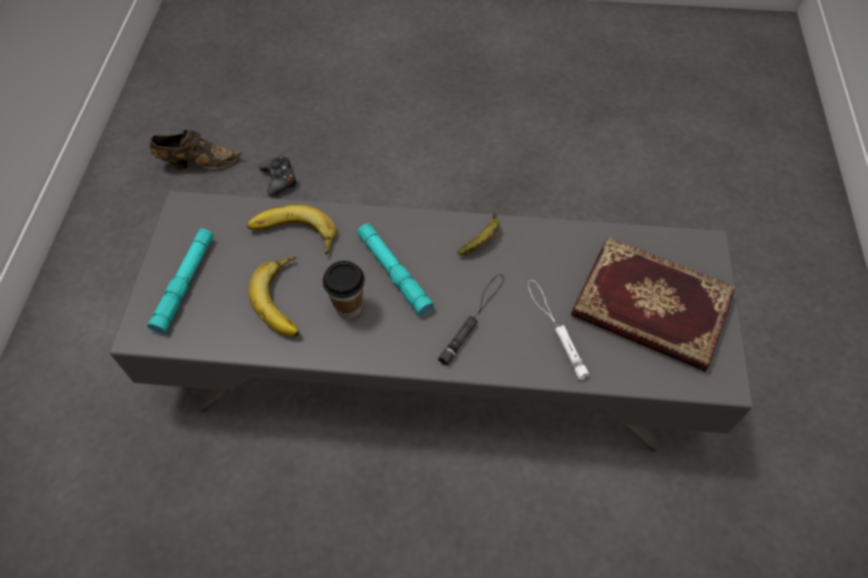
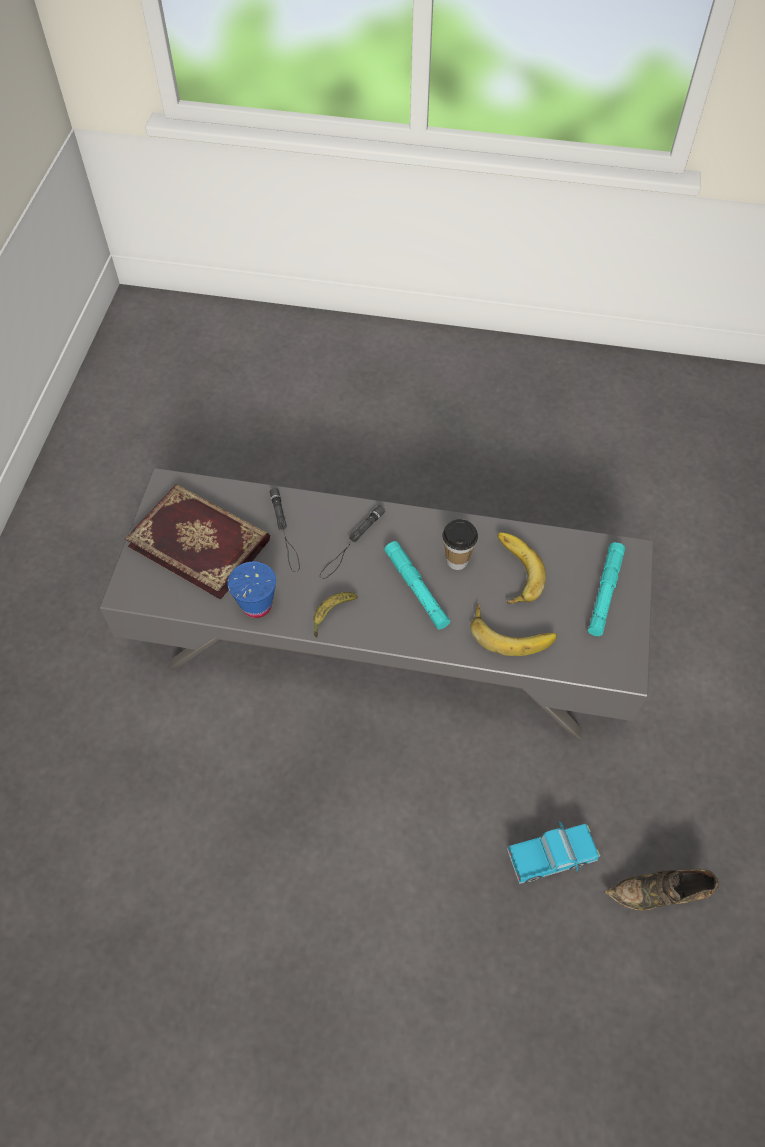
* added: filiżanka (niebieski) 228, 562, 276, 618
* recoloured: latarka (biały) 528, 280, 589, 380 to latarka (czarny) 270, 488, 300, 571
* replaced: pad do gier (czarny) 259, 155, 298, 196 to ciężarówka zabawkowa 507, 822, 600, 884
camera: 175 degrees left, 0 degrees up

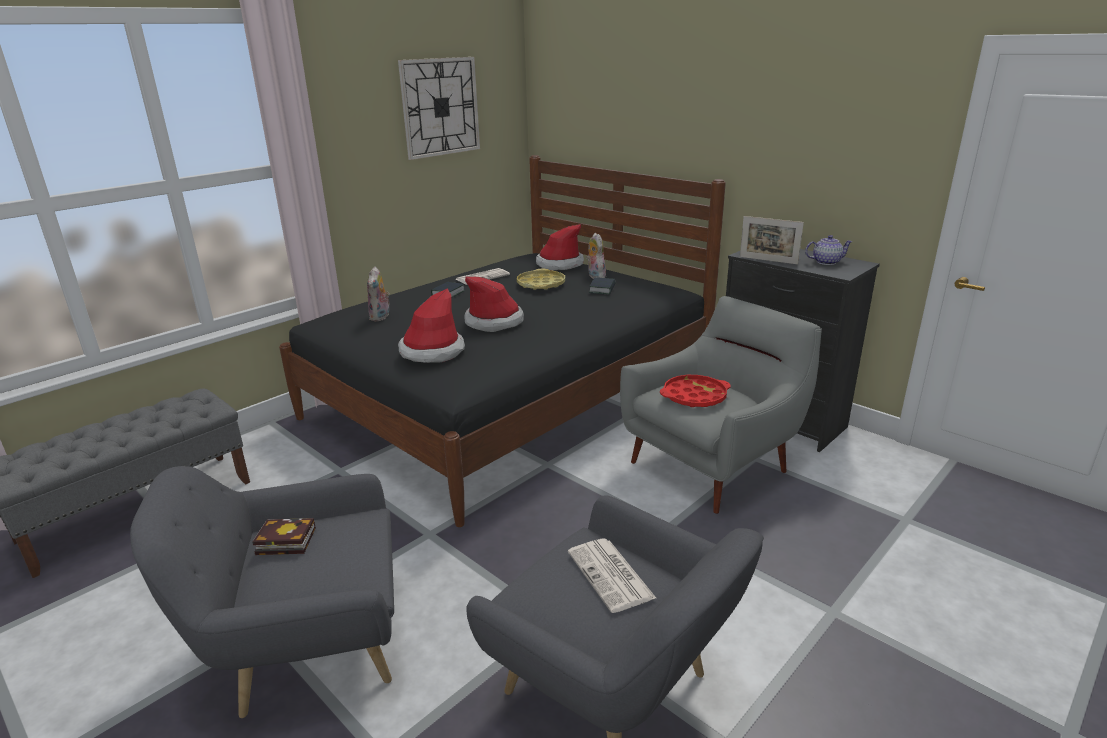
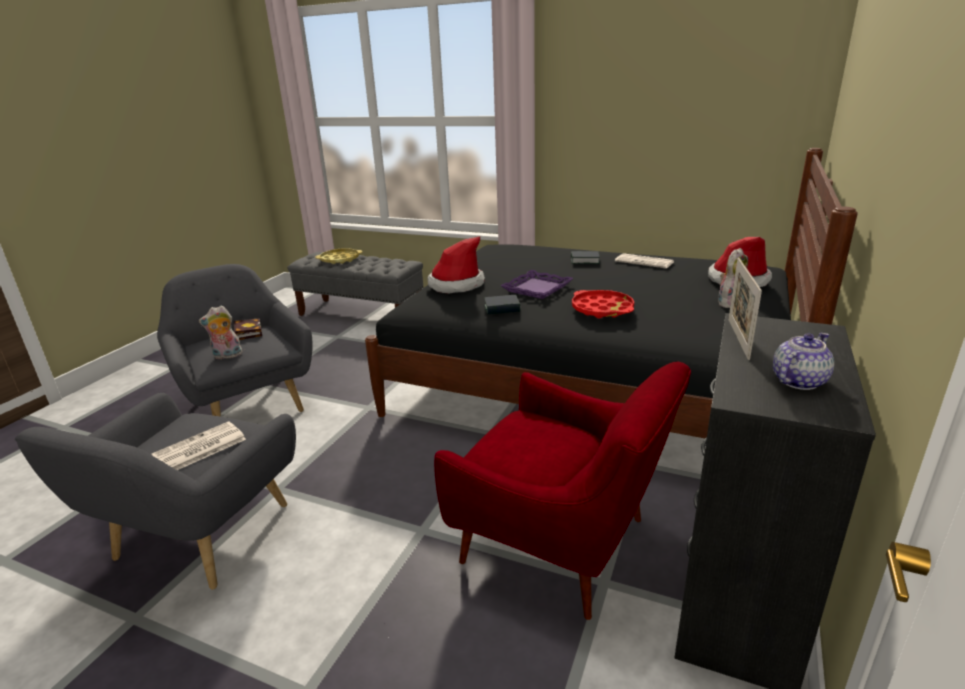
* moved: pluszak 367, 267, 391, 321 to 199, 306, 243, 360
* moved: taca (żółty) 517, 269, 565, 290 to 315, 248, 362, 264
* recoloured: fotel (szary) 620, 296, 822, 514 to fotel (czerwony) 434, 362, 691, 620
* moved: książka 589, 277, 616, 295 to 484, 295, 520, 314
* replaced: kapelusz 464, 277, 524, 332 to taca (fioletowy) 500, 270, 573, 299
* moved: taca (czerwony) 660, 375, 730, 407 to 572, 290, 634, 318
* turned: imbryk 805, 235, 853, 265 = 773, 333, 834, 390 105 degrees counterclockwise
* removed: zegar ścienny 398, 57, 480, 160
camera: 70 degrees right, 0 degrees up

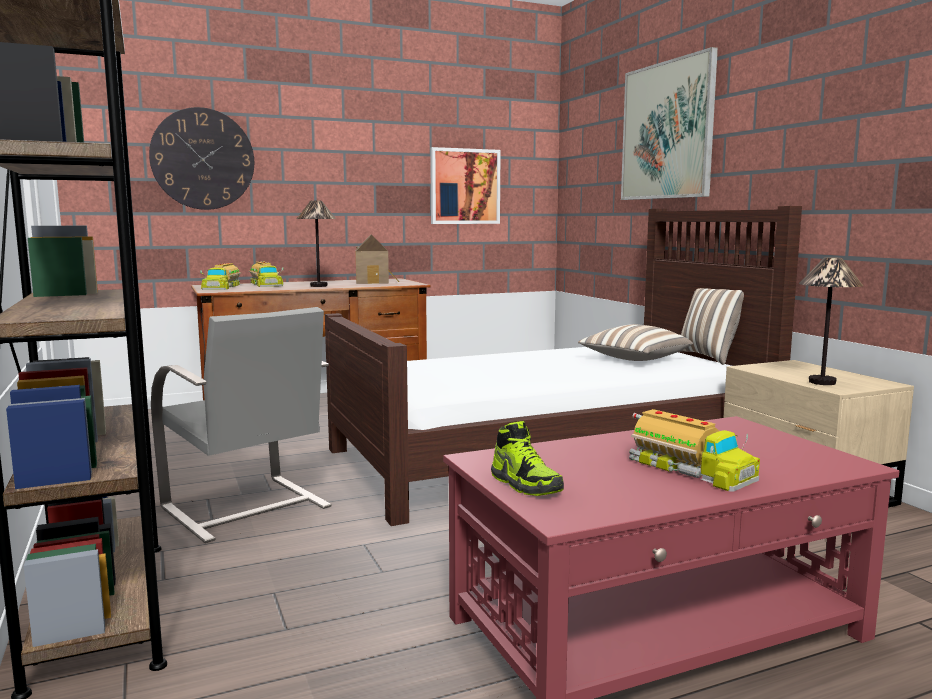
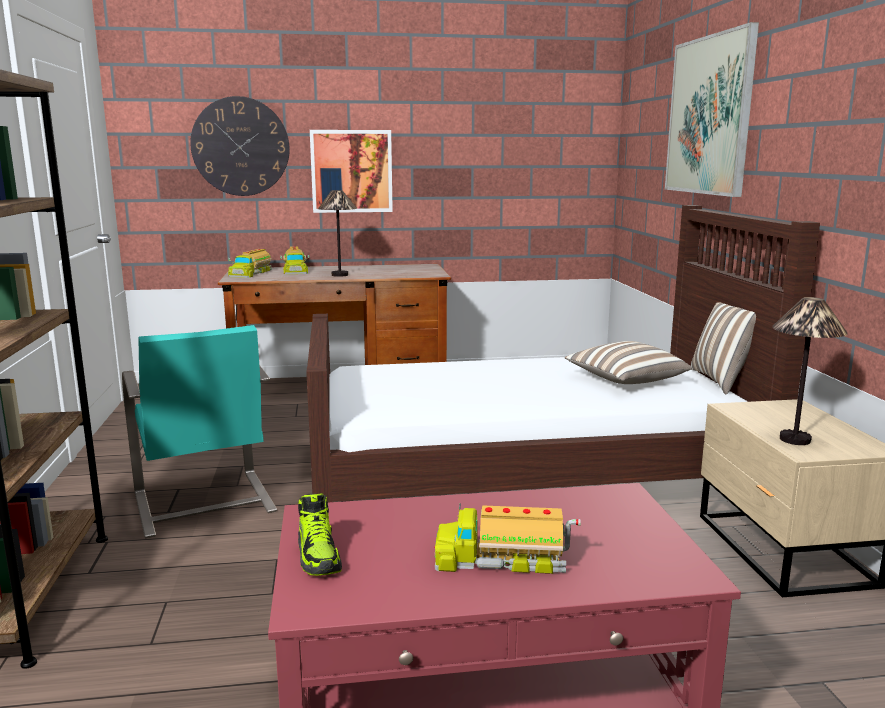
* recoloured: krzesło (szary) 151, 307, 332, 543 to krzesło (turkusowy) 122, 325, 277, 538
* moved: obraz 430, 147, 501, 224 to 310, 130, 393, 213
* turned: ciężarówka zabawkowa 629, 409, 760, 492 = 435, 503, 580, 574 120 degrees clockwise
* removed: domek 356, 234, 399, 284
camera: 15 degrees right, 5 degrees up

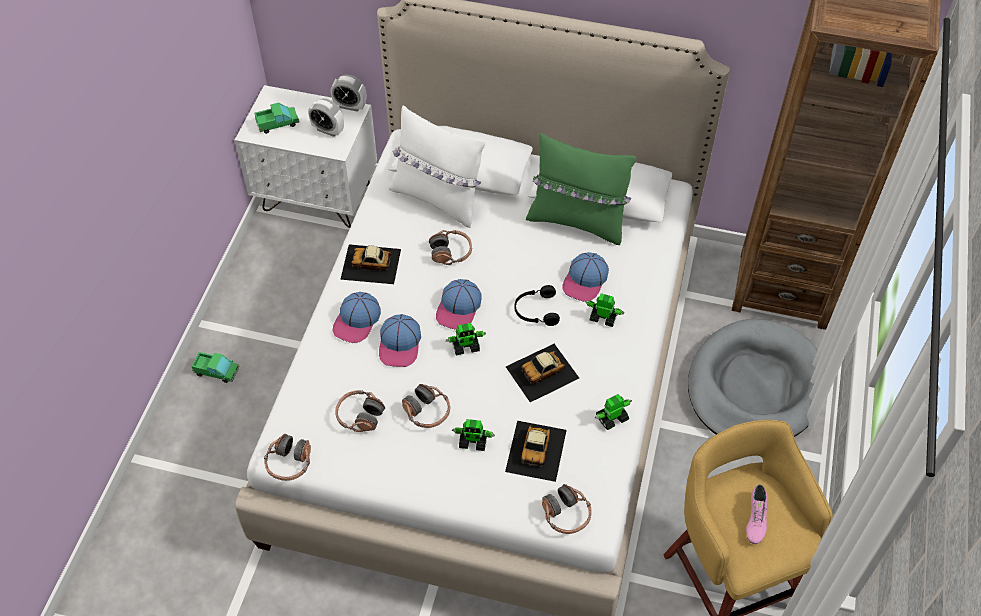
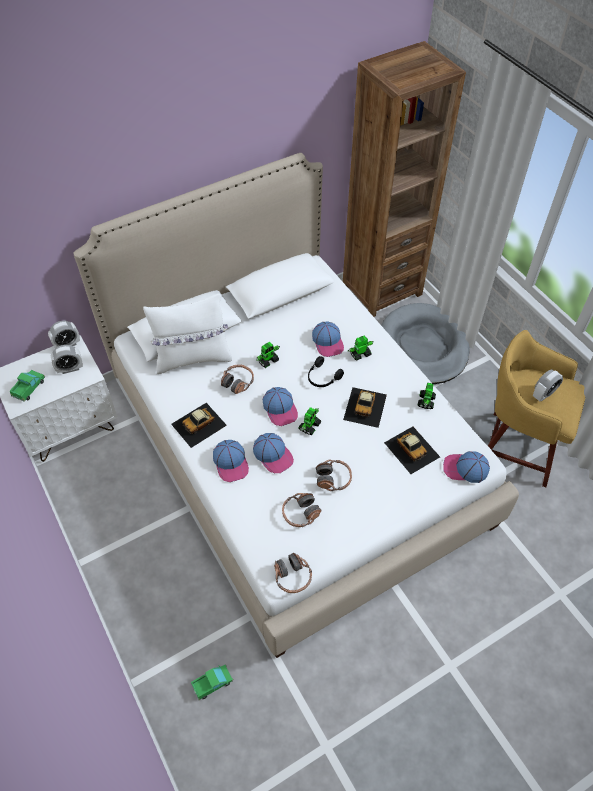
* moved: ciężarówka zabawkowa 191, 352, 240, 383 to 191, 664, 234, 700
* moved: robot zabawkowy 452, 419, 495, 451 to 256, 342, 280, 368
* replaced: słuchawki 542, 484, 592, 534 to czapka z daszkiem 443, 451, 490, 483
* replaced: but (różowy) 746, 484, 767, 544 to budzik 533, 369, 563, 402
* removed: poduszka (zielony) 526, 133, 636, 245
camera: 45 degrees left, 0 degrees up

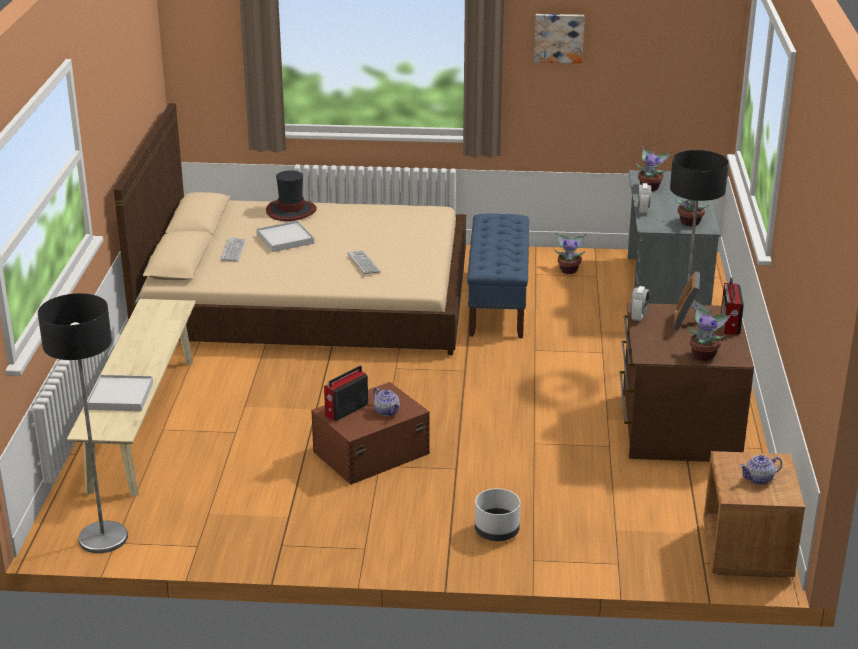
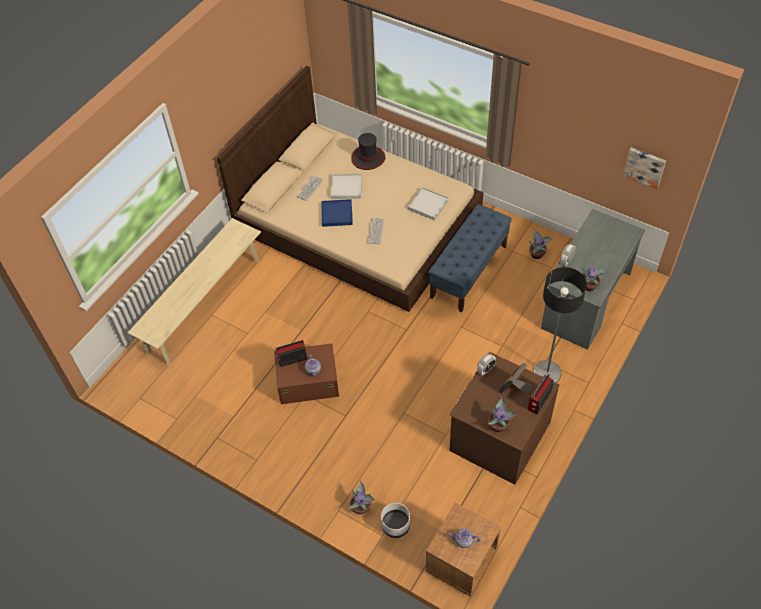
* added: taca (niebieski) 322, 199, 353, 227
* moved: roślina doniczkowa 636, 146, 672, 191 to 349, 481, 375, 514
* moved: donica (biały) 475, 488, 520, 541 to 381, 503, 410, 538
* moved: taca (biały) 87, 375, 153, 411 to 408, 187, 449, 221
* moved: obraz 534, 14, 584, 63 to 623, 148, 666, 189
* removed: lampa stojąca 38, 293, 128, 553
camera: 30 degrees right, 25 degrees up

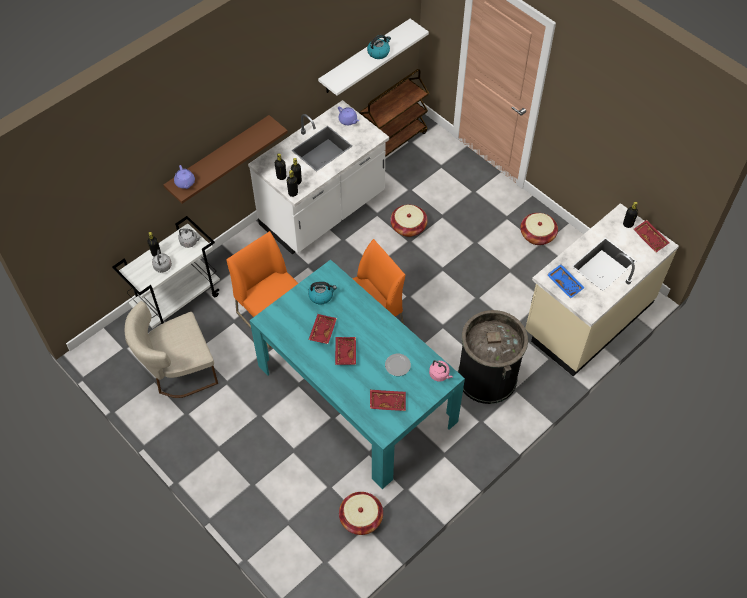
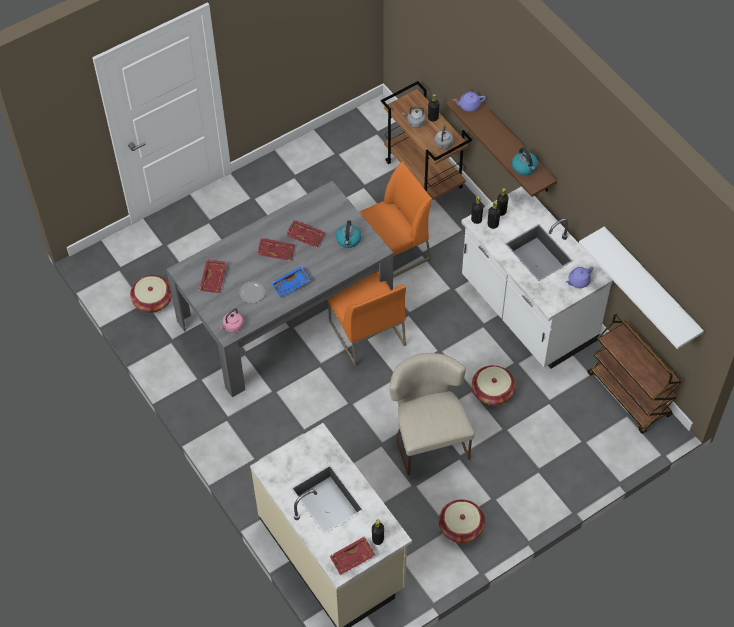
* recoloured: stół jadalny (turkusowy) 250, 259, 465, 489 to stół jadalny (szary) 166, 181, 393, 397
* moved: taca (niebieski) 547, 264, 585, 299 to 271, 266, 311, 297
* recoloured: wózek (biały) 112, 216, 220, 329 to wózek (brązowy) 381, 81, 472, 200
* moved: krzesło (beżowy) 125, 301, 218, 398 to 389, 353, 475, 475
* moved: czajnik 367, 35, 391, 59 to 512, 147, 538, 175
* removed: kosz na śmieci (czarny) 458, 310, 528, 404
camera: 100 degrees right, 0 degrees up

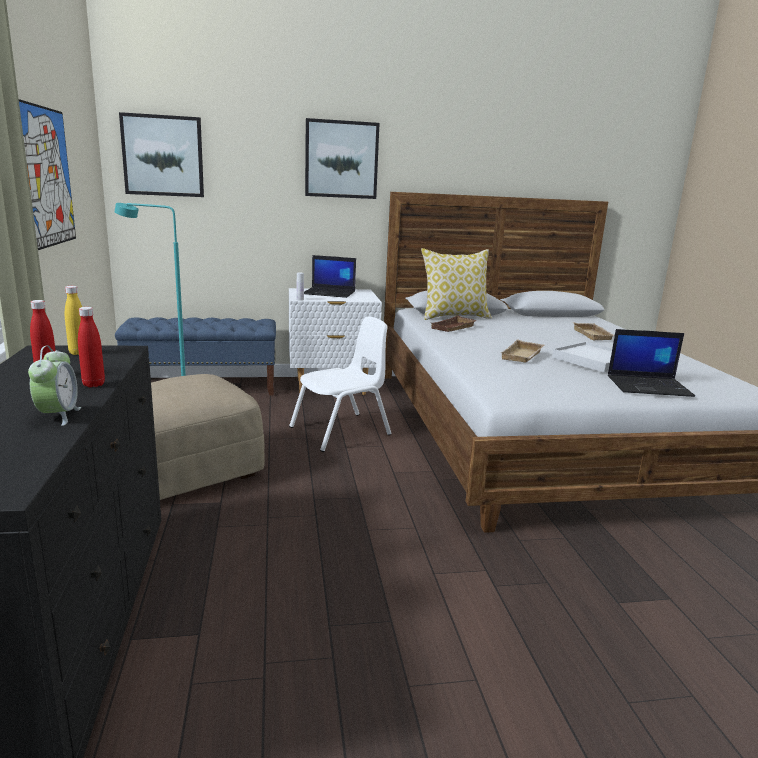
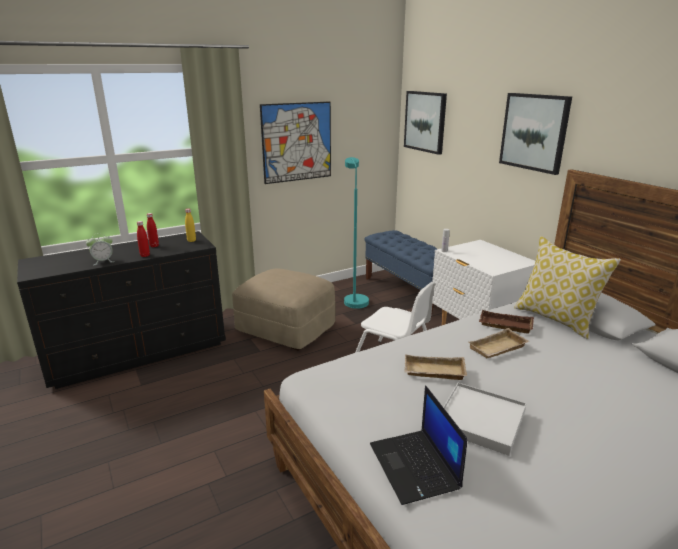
* moved: taca (beżowy) 572, 322, 615, 340 to 468, 328, 529, 358
* removed: laptop 304, 255, 356, 298
camera: 70 degrees right, 5 degrees up

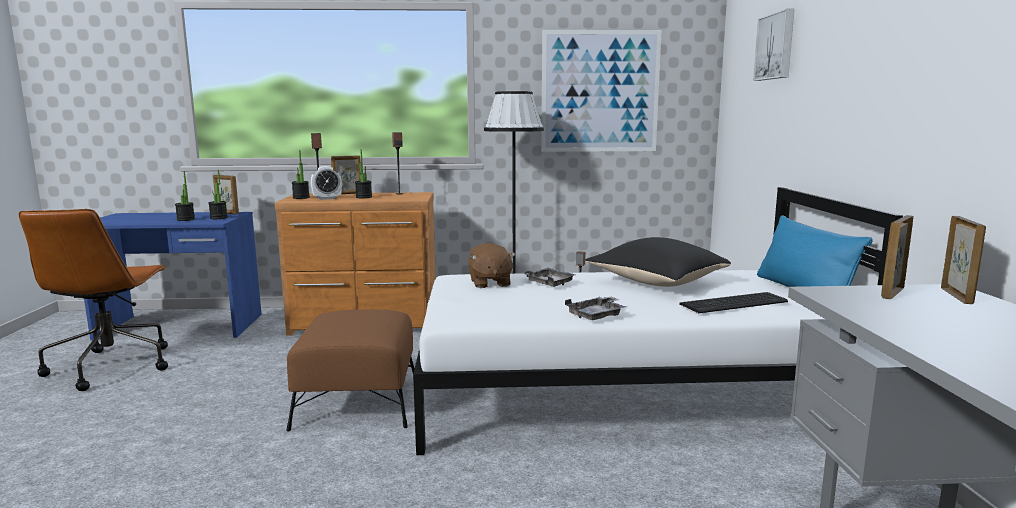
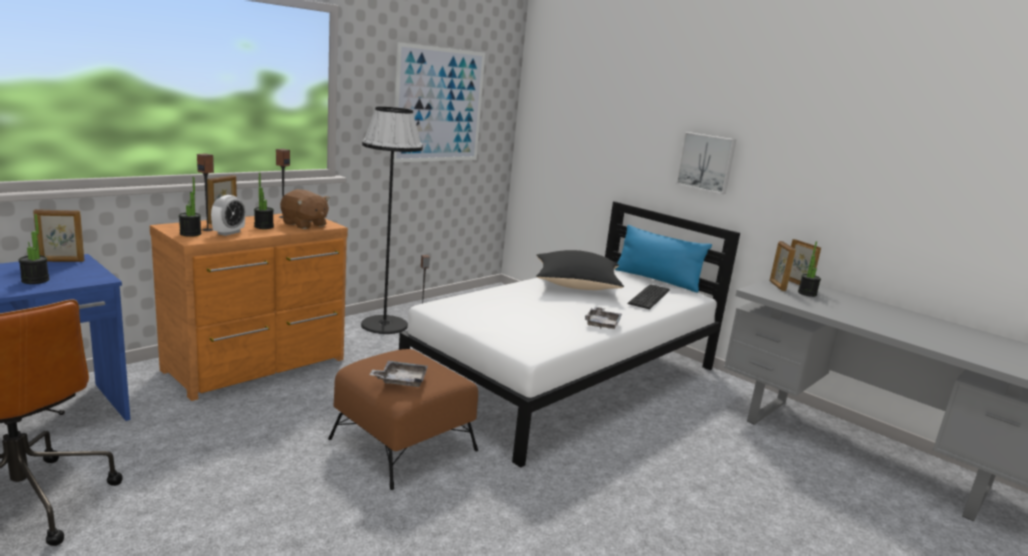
* moved: pluszak (brązowy) 468, 243, 516, 288 to 280, 189, 330, 229
* moved: taca (szary) 522, 268, 575, 287 to 370, 361, 428, 387
* moved: obraz 753, 9, 795, 81 to 676, 132, 736, 194
* moved: roślina doniczkowa 208, 170, 228, 219 to 798, 241, 821, 297
camera: 45 degrees left, 5 degrees up

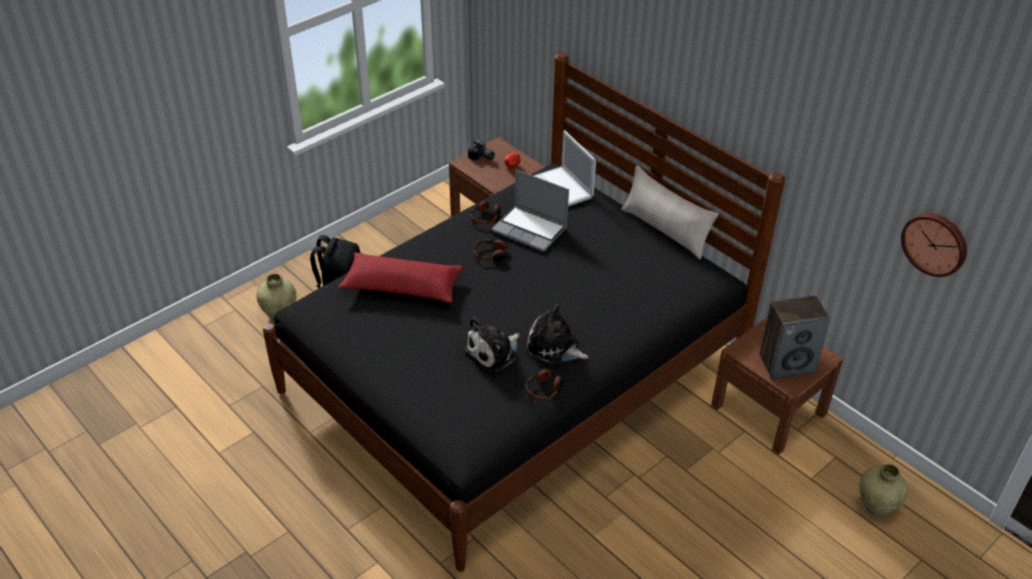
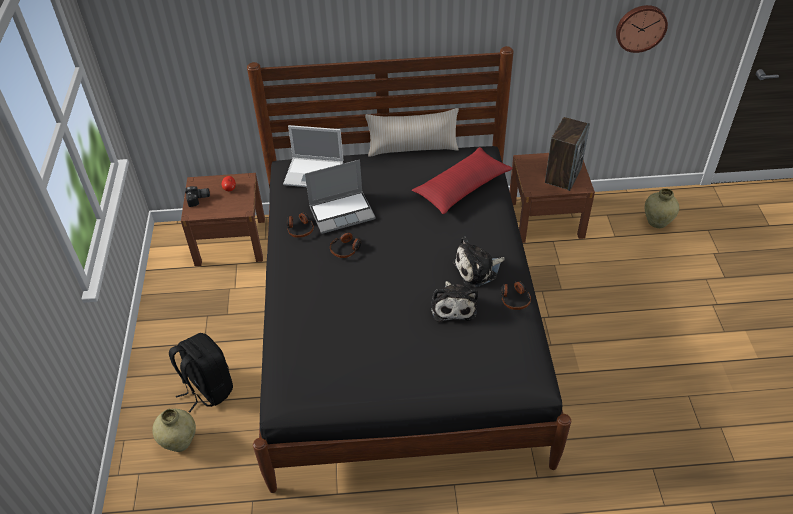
* moved: poduszka (czerwony) 338, 252, 463, 303 to 412, 147, 513, 214
camera: 50 degrees left, 5 degrees up

